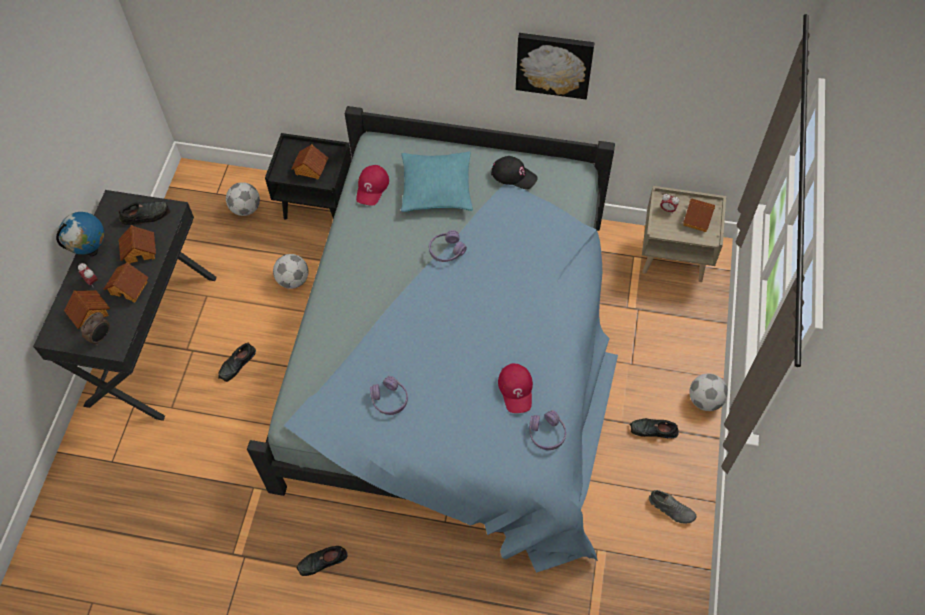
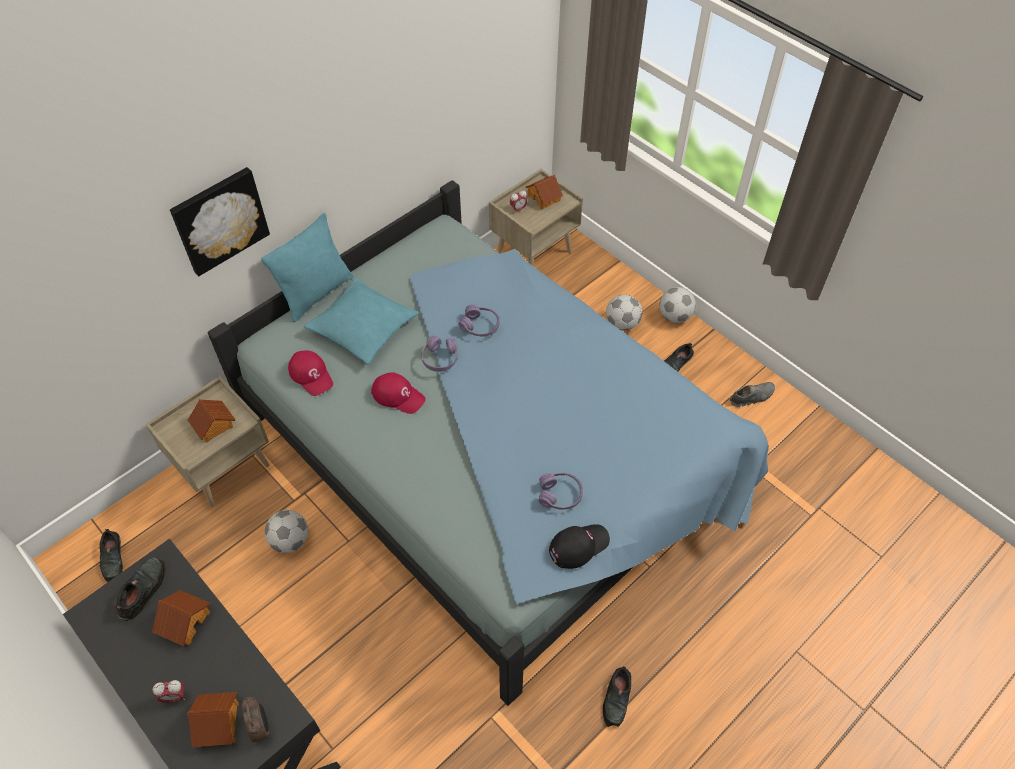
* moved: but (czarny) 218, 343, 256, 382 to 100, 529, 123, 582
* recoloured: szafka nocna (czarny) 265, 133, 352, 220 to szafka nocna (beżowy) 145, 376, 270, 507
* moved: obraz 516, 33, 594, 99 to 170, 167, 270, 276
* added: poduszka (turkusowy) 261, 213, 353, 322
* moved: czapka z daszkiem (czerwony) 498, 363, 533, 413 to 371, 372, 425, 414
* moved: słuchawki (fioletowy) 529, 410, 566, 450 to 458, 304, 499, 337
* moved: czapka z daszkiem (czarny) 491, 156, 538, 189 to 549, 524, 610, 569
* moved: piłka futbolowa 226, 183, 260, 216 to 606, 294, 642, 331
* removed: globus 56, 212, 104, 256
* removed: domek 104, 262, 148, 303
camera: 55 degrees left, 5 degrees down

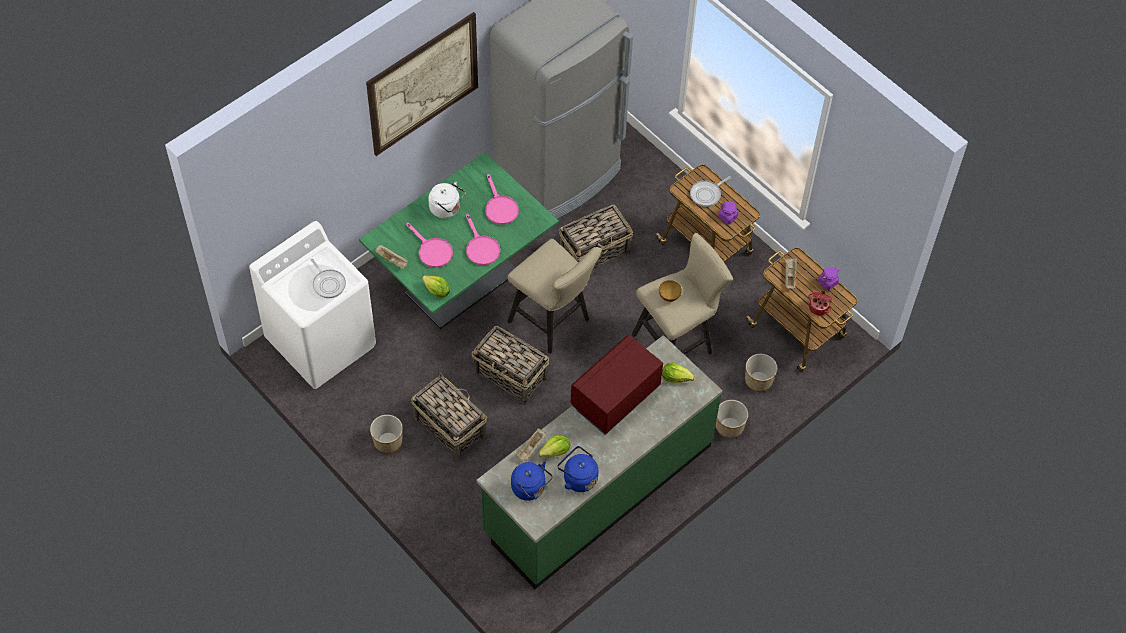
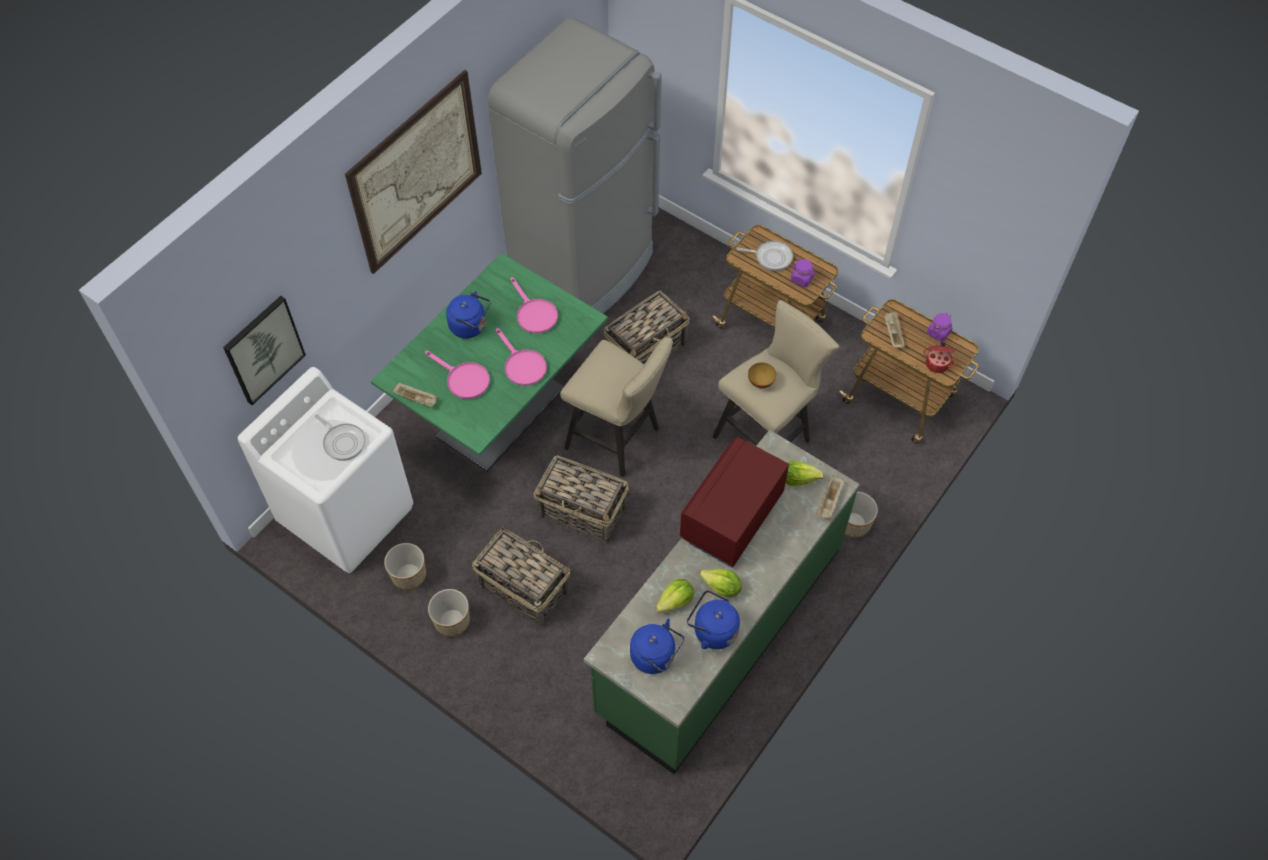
* added: obraz 223, 296, 306, 405
* moved: donica 745, 354, 777, 392 to 384, 543, 426, 590
* recoloured: czajnik (biały) 428, 182, 465, 219 to czajnik (niebieski) 446, 291, 490, 338
* moved: sałata 422, 275, 450, 297 to 700, 569, 742, 597
* turned: patelnia 690, 176, 731, 207 = 736, 241, 793, 271 120 degrees counterclockwise
* moved: taca (beżowy) 515, 428, 546, 461 to 816, 475, 844, 518
camera: 10 degrees left, 0 degrees up

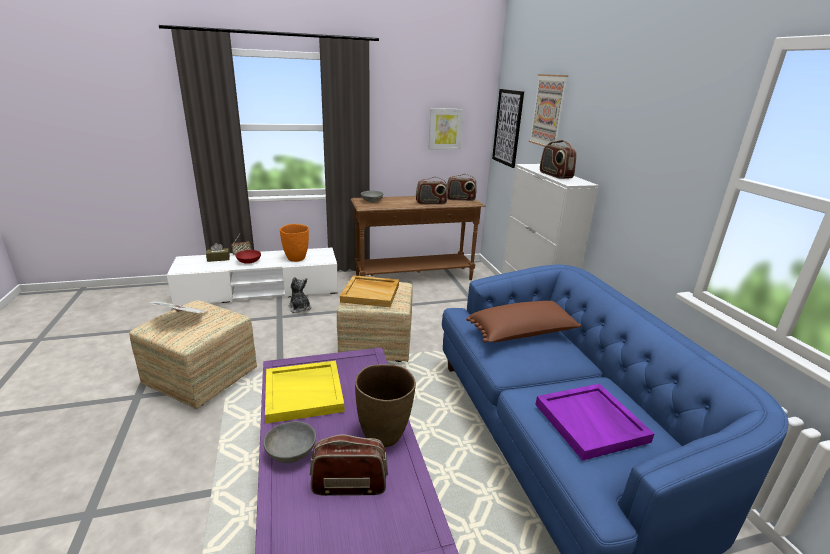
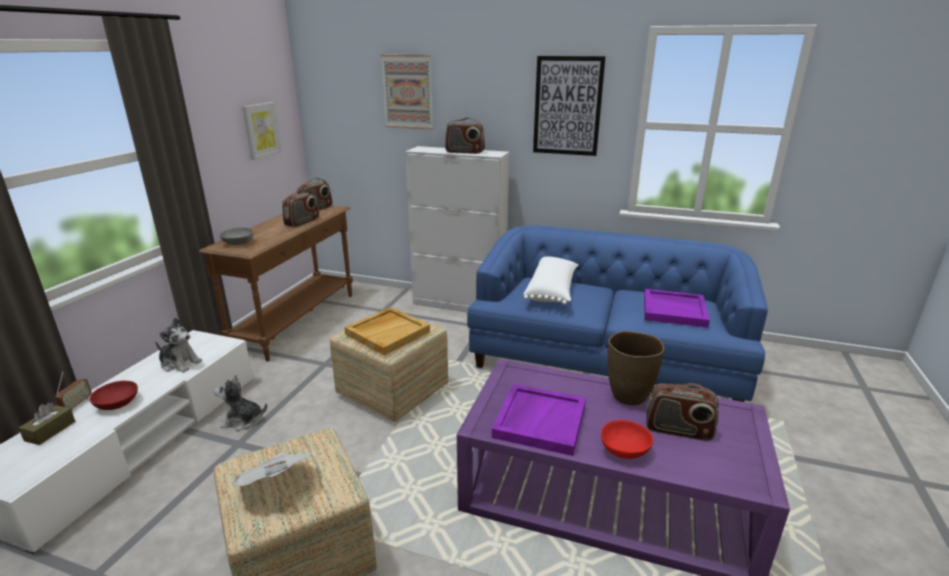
* replaced: wazon (pomarańczowy) 280, 224, 309, 262 to pluszak 155, 318, 202, 372
* recoloured: taca (żółty) 265, 361, 345, 424 to taca (fioletowy) 492, 384, 586, 456
* recoloured: poduszka (brązowy) 466, 301, 581, 343 to poduszka (biały) 523, 256, 578, 305
* moved: obraz 492, 89, 524, 168 to 533, 56, 606, 156
* recoloured: miska (szary) 263, 421, 316, 463 to miska (czerwony) 601, 420, 653, 459
* turned: radio 310, 434, 388, 496 = 646, 383, 719, 441 105 degrees counterclockwise
camera: 55 degrees left, 0 degrees up

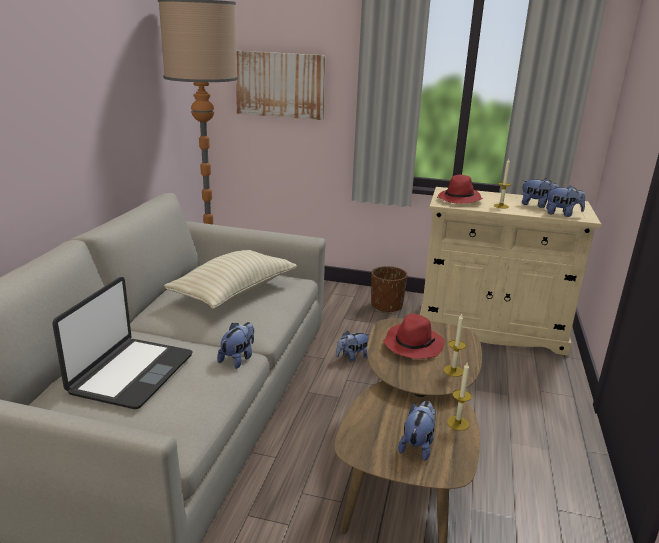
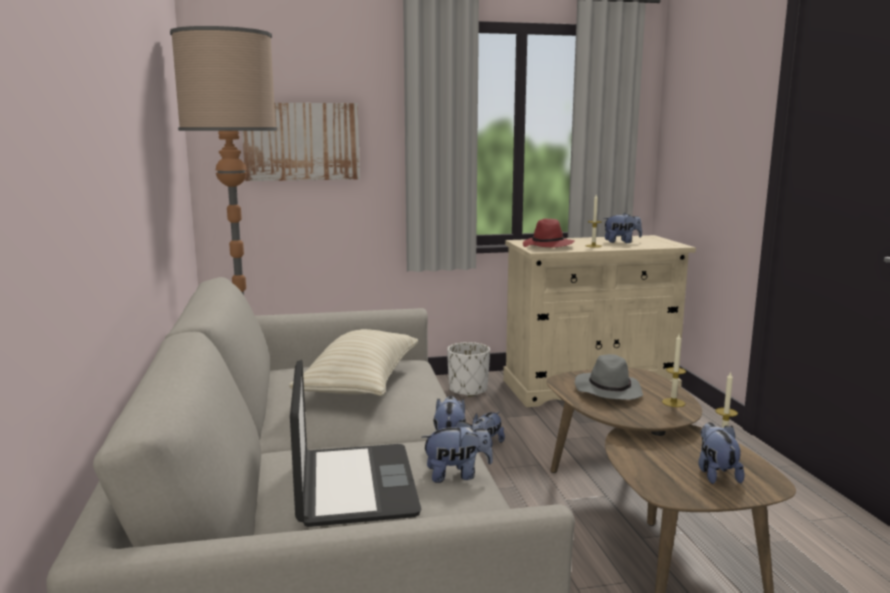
* moved: pluszak 546, 185, 585, 217 to 421, 420, 493, 483
* recoloured: donica (brązowy) 371, 266, 408, 312 to donica (biały) 447, 342, 490, 397
* recoloured: kapelusz (czerwony) 383, 314, 445, 359 to kapelusz (szary) 575, 354, 643, 400
camera: 25 degrees left, 10 degrees down

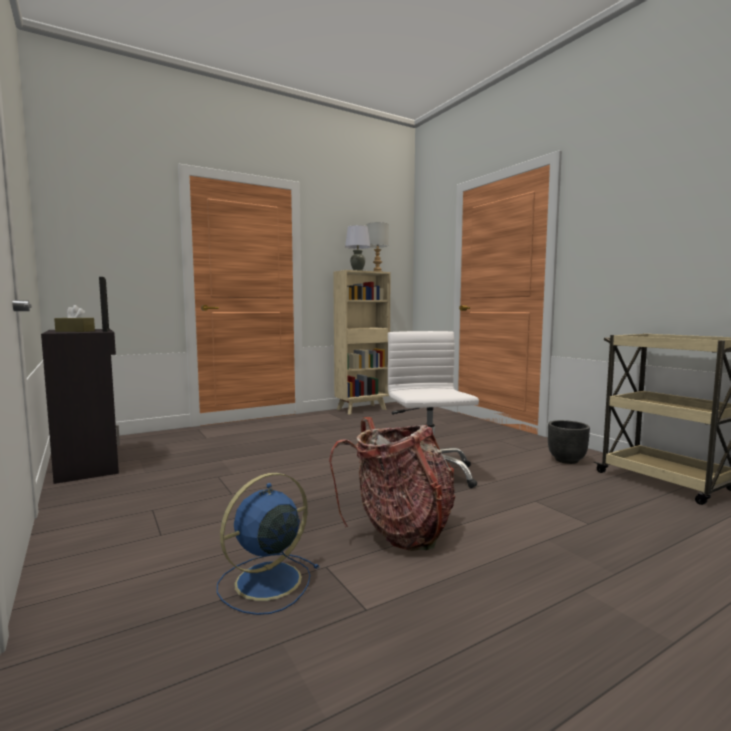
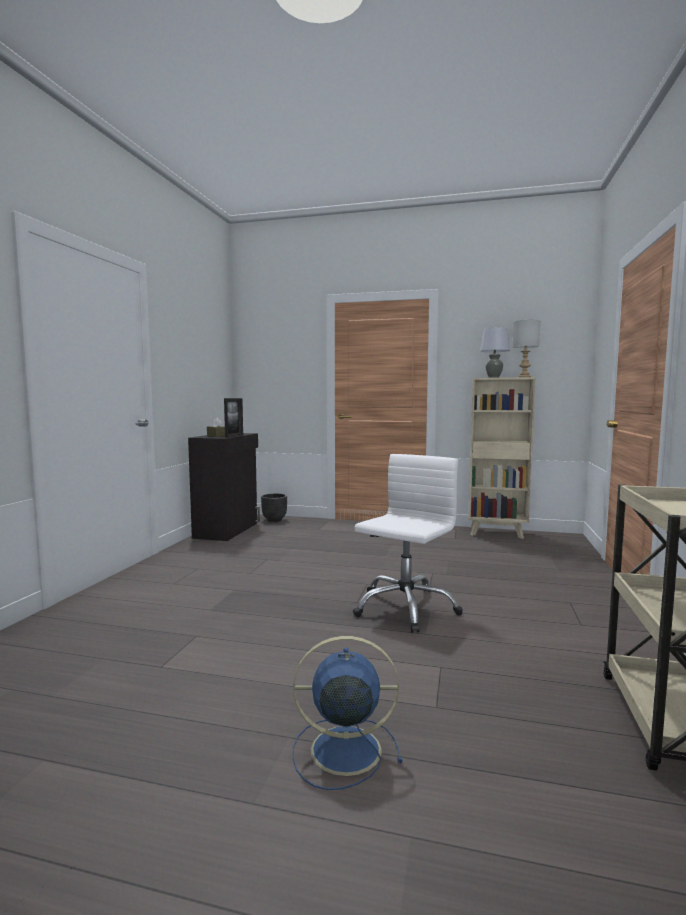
* moved: donica (czarny) 548, 420, 590, 464 to 261, 493, 287, 522
* moved: wentylator (niebieski) 217, 473, 320, 615 to 293, 636, 403, 790
* removed: plecak 329, 417, 456, 551
camera: 45 degrees right, 0 degrees up

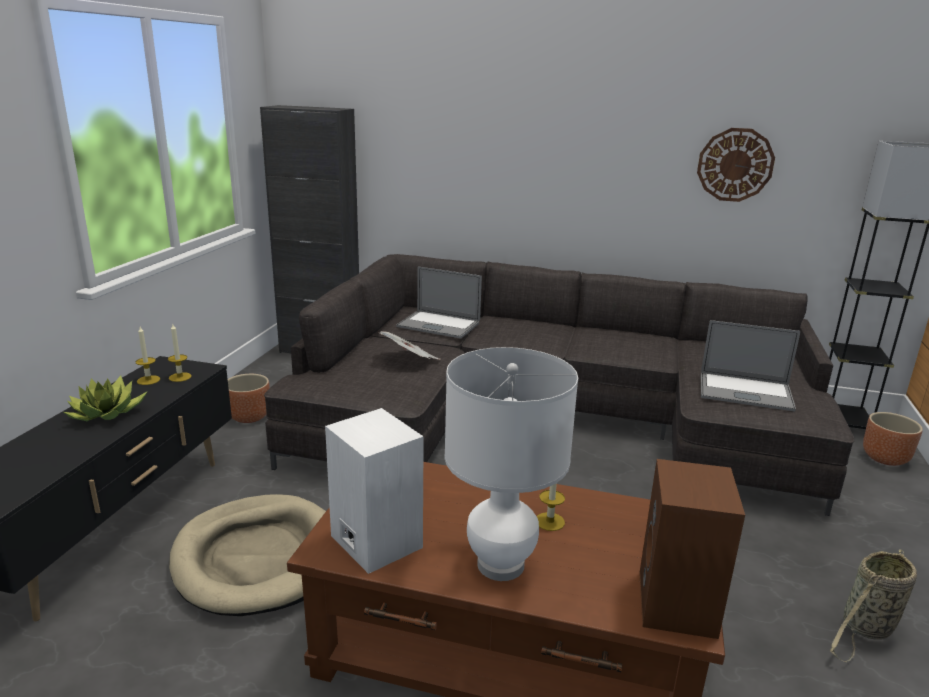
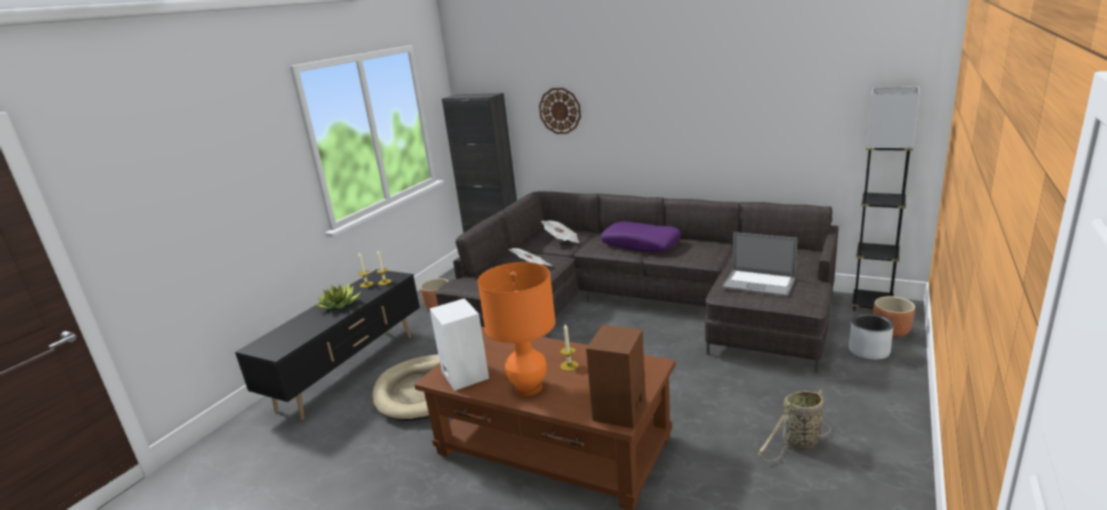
* recoloured: lampa stołowa (biały) 444, 347, 578, 581 to lampa stołowa (pomarańczowy) 478, 262, 556, 396
* moved: zegar ścienny 697, 128, 775, 202 to 539, 88, 581, 134
* replaced: laptop 396, 266, 482, 339 to gazeta 542, 221, 579, 243
* added: poduszka (fioletowy) 601, 221, 681, 252
* added: donica (szary) 849, 314, 893, 360
camera: 15 degrees right, 0 degrees up

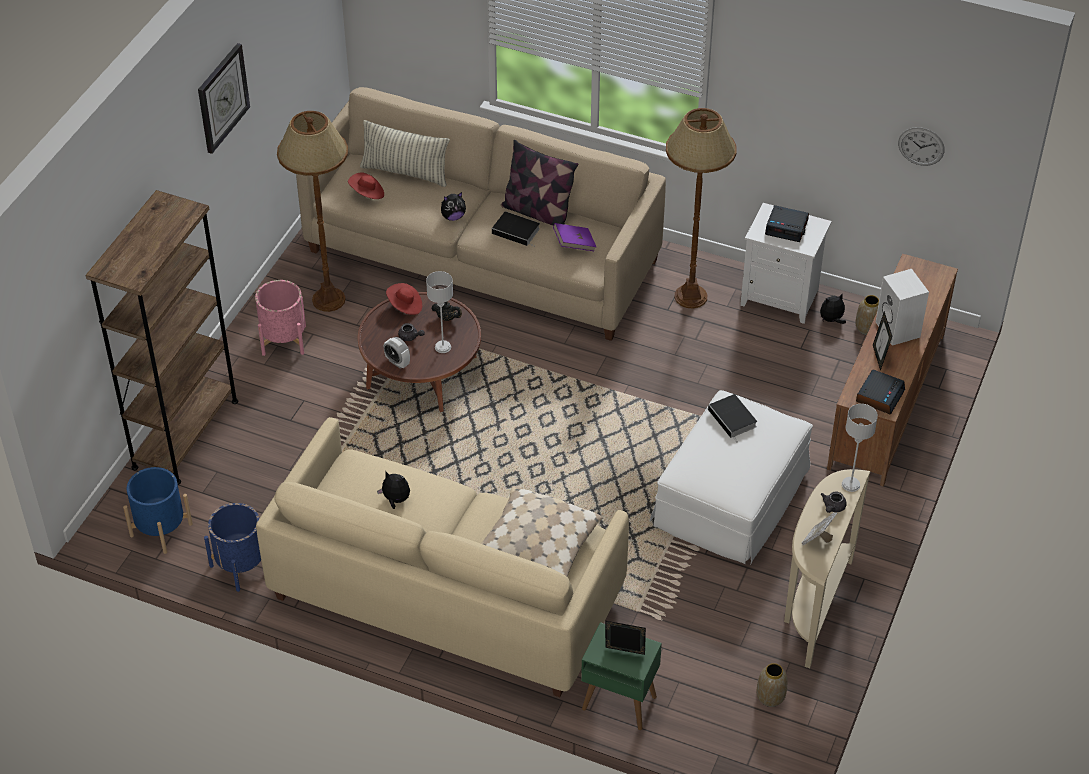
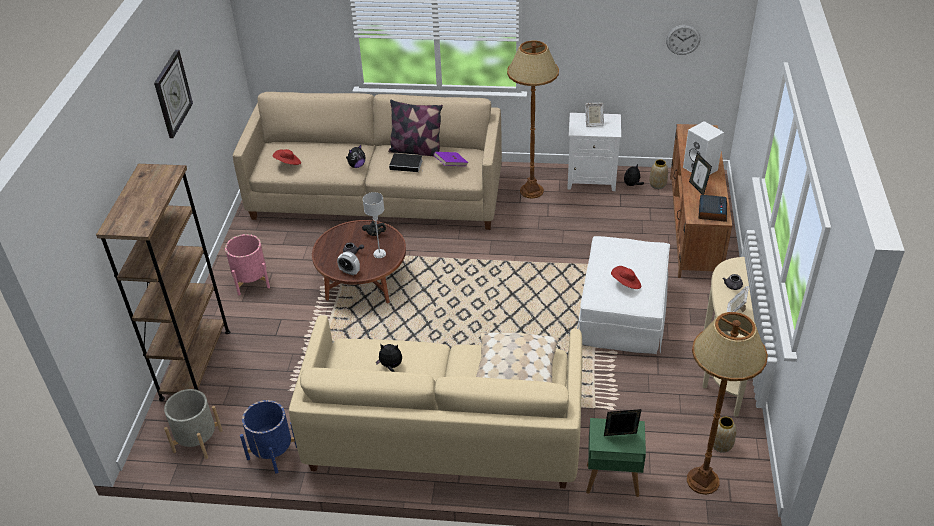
* recoloured: donica (niebieski) 123, 467, 193, 554 to donica (szary) 164, 389, 223, 459
* replaced: budzik 765, 205, 809, 242 to ramka na zdjęcie 585, 103, 604, 127
* moved: kapelusz (czerwony) 386, 283, 422, 315 to 611, 266, 641, 289
* moved: lampa stojąca (brązowy) 277, 111, 348, 312 to 687, 312, 768, 495
* removed: poduszka 360, 120, 450, 187
* removed: książka 708, 394, 757, 442
* removed: lampa stołowa (szary) 842, 404, 878, 492
camera: 15 degrees left, 5 degrees down

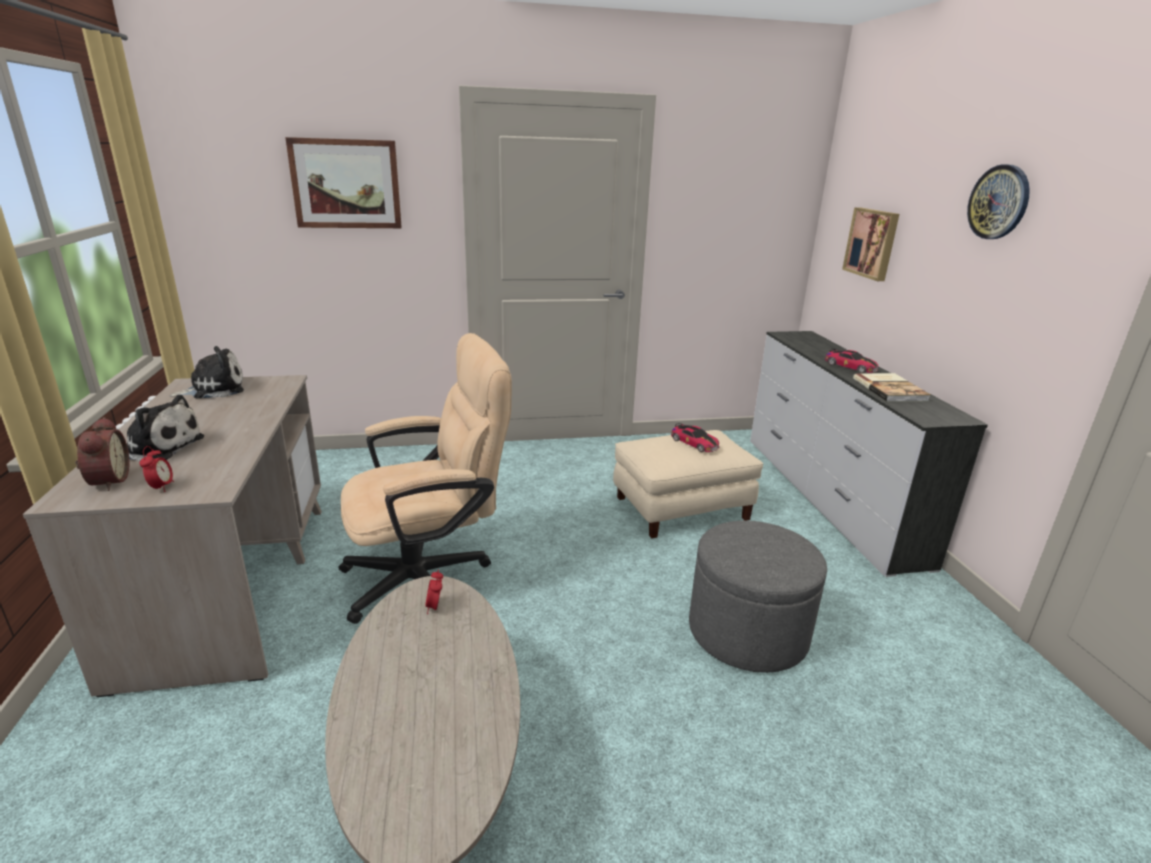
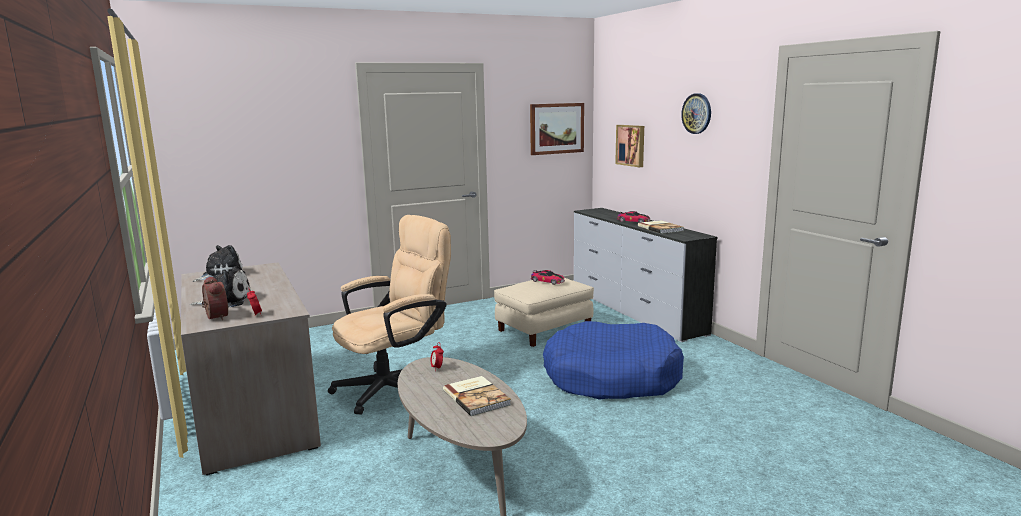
* added: książka 443, 376, 511, 416
* moved: obraz 285, 137, 402, 228 to 530, 103, 584, 155
* replaced: pufa (szary) 689, 520, 827, 673 to legowisko (niebieski) 543, 321, 684, 400
camera: 15 degrees left, 10 degrees down

